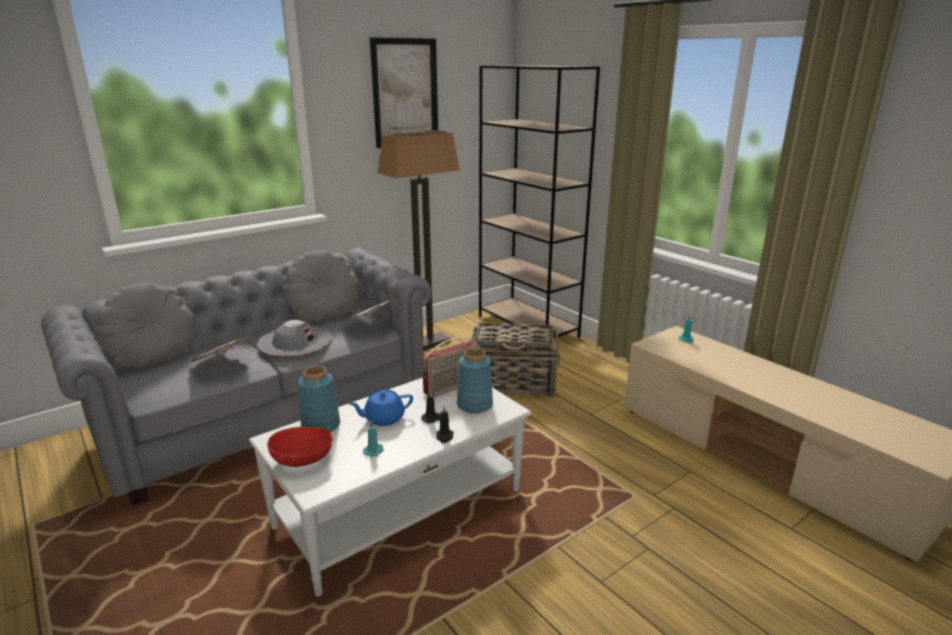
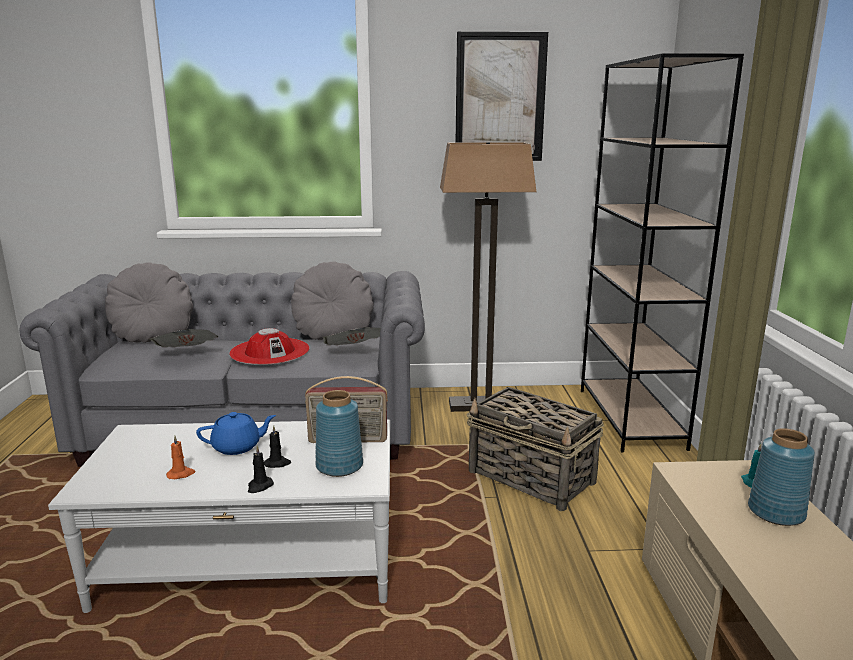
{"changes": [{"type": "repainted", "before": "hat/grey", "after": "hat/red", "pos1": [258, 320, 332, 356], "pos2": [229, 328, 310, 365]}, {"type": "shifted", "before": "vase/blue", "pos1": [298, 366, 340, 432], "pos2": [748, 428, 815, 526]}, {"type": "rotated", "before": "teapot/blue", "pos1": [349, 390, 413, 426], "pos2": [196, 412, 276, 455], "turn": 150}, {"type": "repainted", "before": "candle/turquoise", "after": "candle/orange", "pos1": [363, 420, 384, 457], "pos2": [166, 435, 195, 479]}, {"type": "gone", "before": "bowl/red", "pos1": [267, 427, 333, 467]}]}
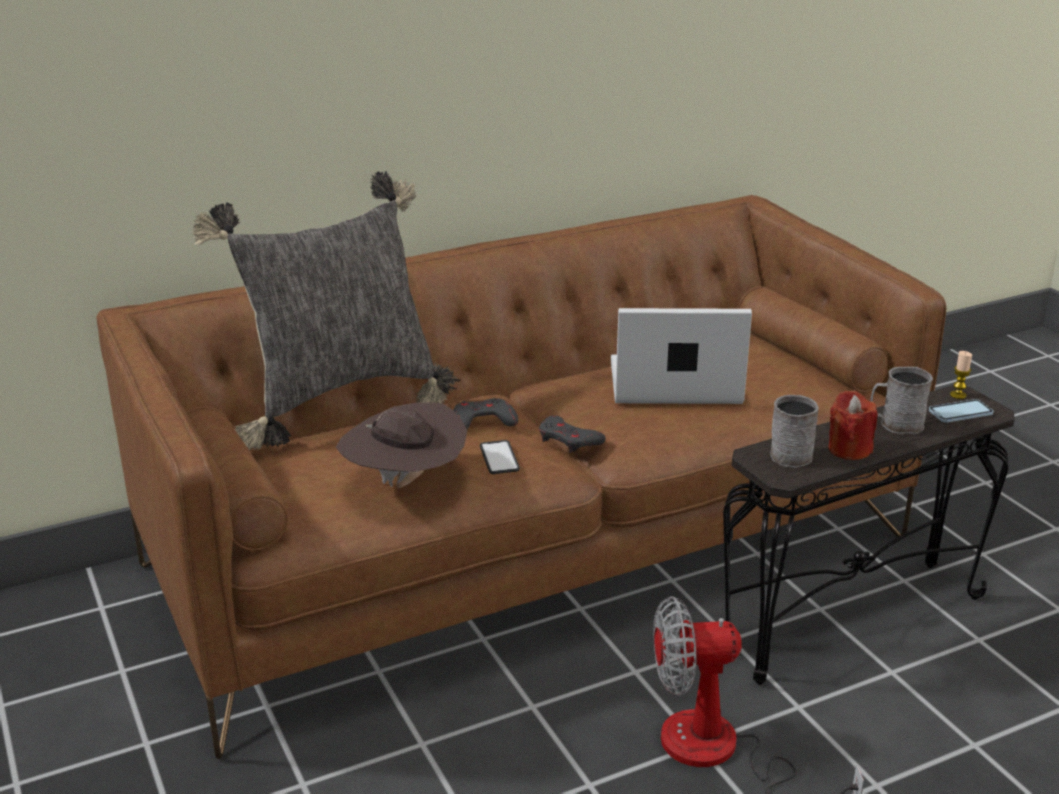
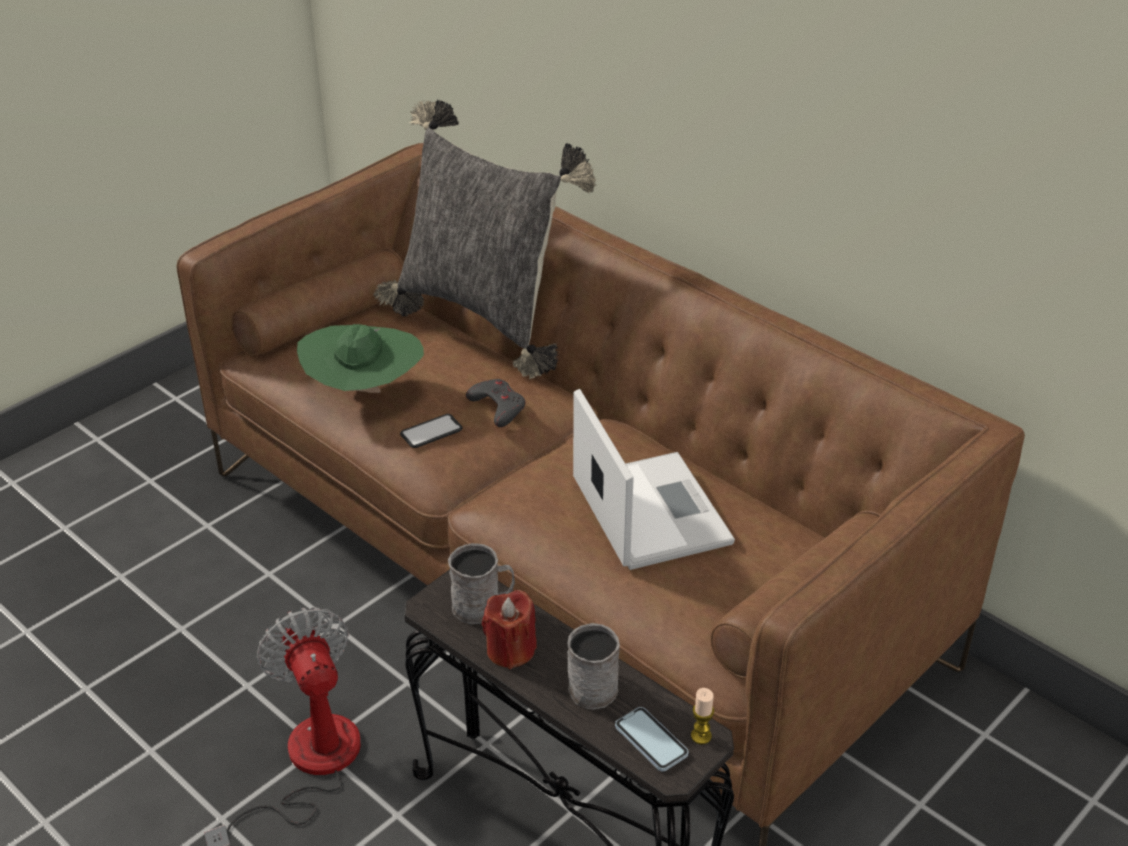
{"changes": [{"type": "repainted", "before": "hat/brown", "after": "hat/green", "pos1": [336, 402, 467, 489], "pos2": [297, 324, 424, 393]}, {"type": "gone", "before": "game controller/grey", "pos1": [539, 415, 606, 453]}]}
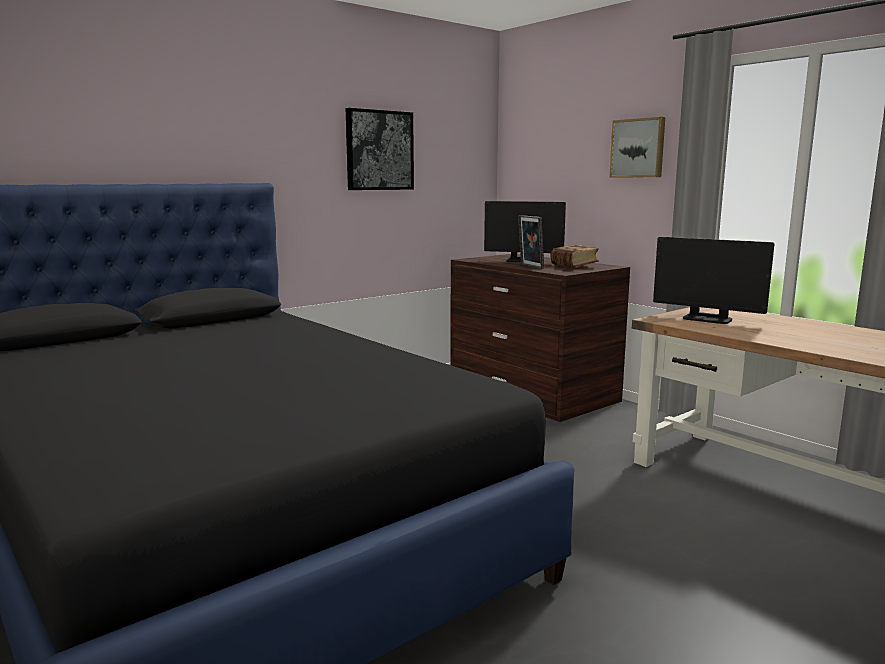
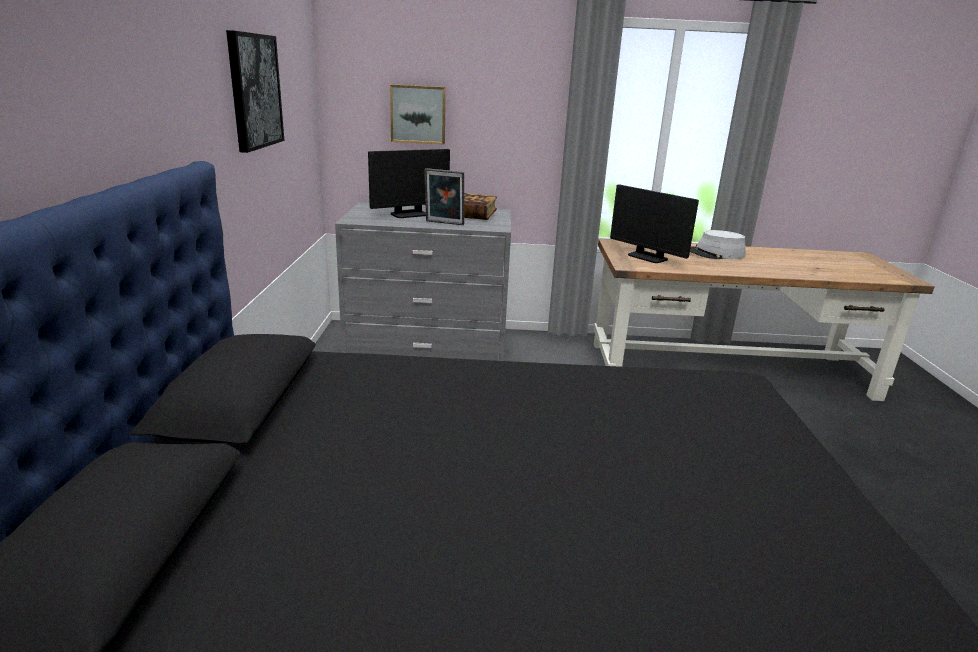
{"changes": [{"type": "shifted", "before": "picture", "pos1": [610, 117, 665, 177], "pos2": [390, 84, 446, 144]}, {"type": "rotated", "before": "monitor", "pos1": [653, 237, 774, 324], "pos2": [610, 184, 699, 263], "turn": 60}, {"type": "repainted", "before": "dresser/brown", "after": "dresser/grey", "pos1": [450, 254, 630, 422], "pos2": [335, 202, 511, 361]}, {"type": "new", "after": "hat/grey", "pos2": [690, 230, 746, 259]}]}
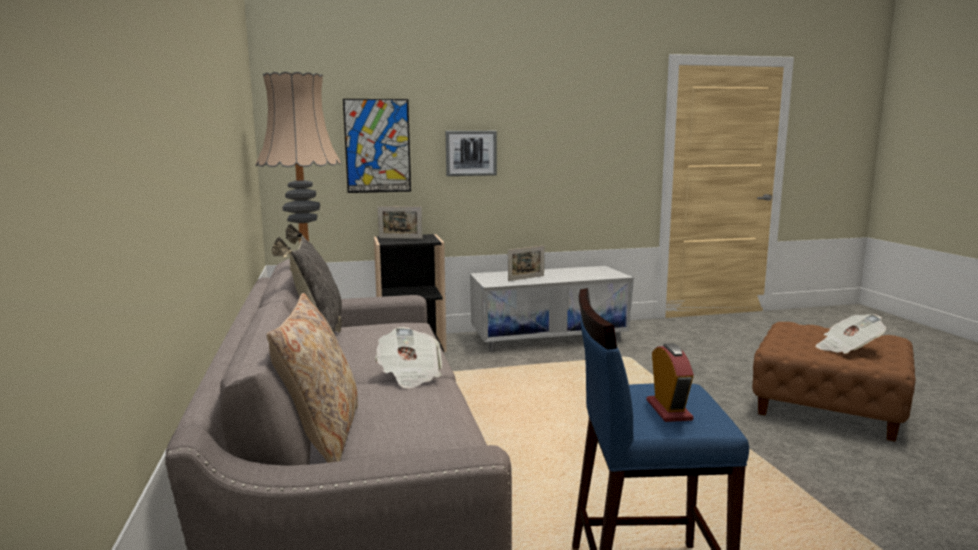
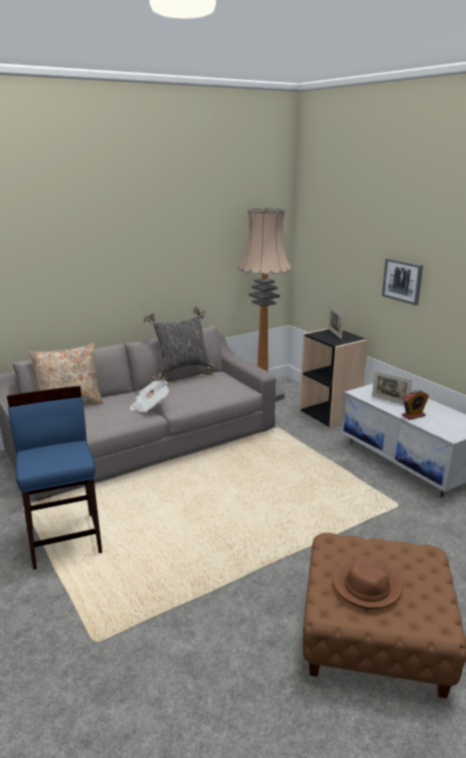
{"changes": [{"type": "gone", "before": "picture", "pos1": [343, 99, 411, 193]}, {"type": "swapped", "before": "newspaper", "after": "hat/brown", "pos1": [815, 314, 886, 354], "pos2": [332, 559, 403, 609]}, {"type": "shifted", "before": "alarm clock", "pos1": [646, 343, 694, 422], "pos2": [402, 390, 429, 420]}]}
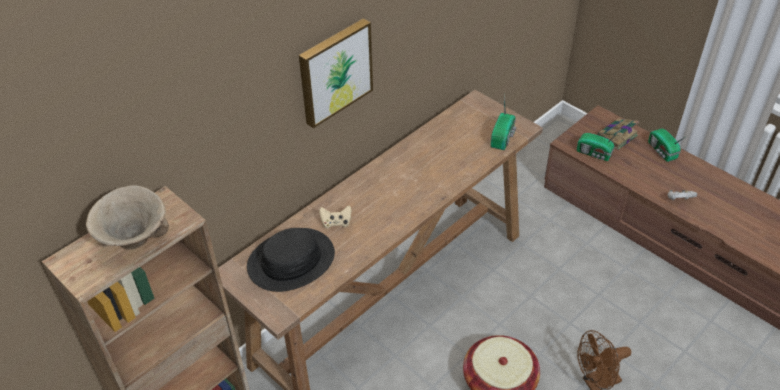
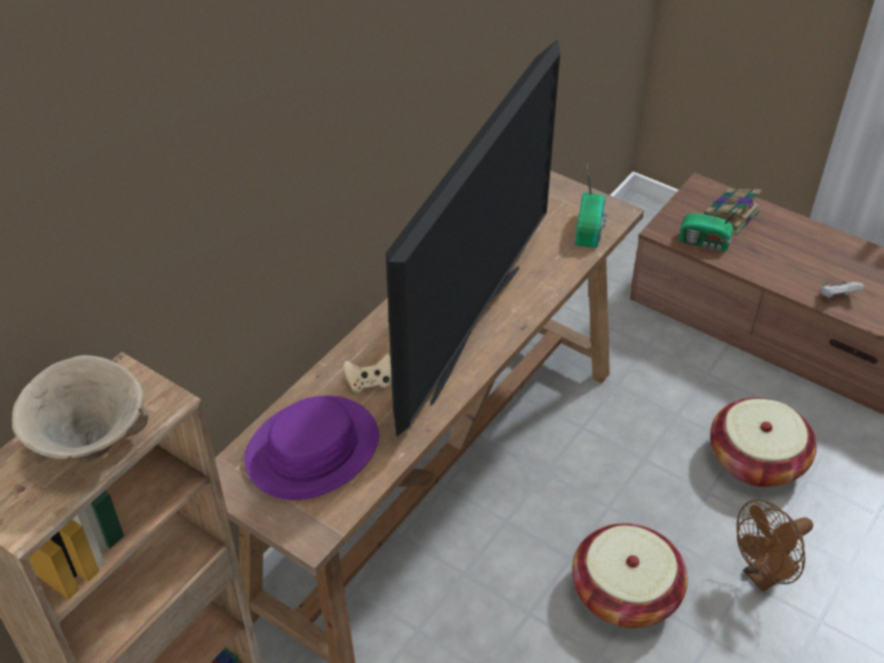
{"changes": [{"type": "gone", "before": "picture", "pos1": [299, 18, 373, 128]}, {"type": "gone", "before": "radio", "pos1": [648, 129, 688, 162]}, {"type": "repainted", "before": "hat/black", "after": "hat/purple", "pos1": [247, 228, 335, 292], "pos2": [244, 396, 379, 500]}, {"type": "new", "after": "television", "pos2": [386, 39, 560, 437]}, {"type": "new", "after": "basket", "pos2": [710, 398, 817, 487]}]}
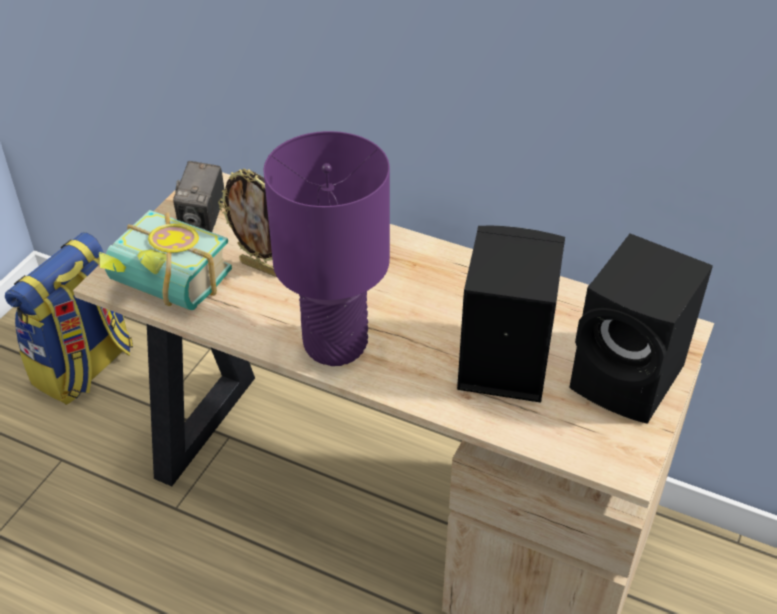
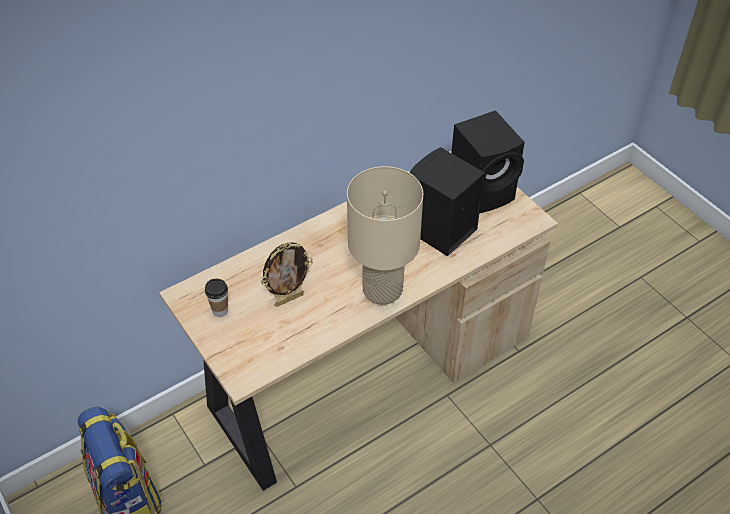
{"changes": [{"type": "repainted", "before": "table lamp/purple", "after": "table lamp/beige", "pos1": [263, 131, 390, 366], "pos2": [347, 166, 423, 305]}, {"type": "swapped", "before": "photo camera", "after": "cup", "pos1": [173, 161, 224, 232], "pos2": [205, 279, 228, 317]}, {"type": "gone", "before": "book", "pos1": [99, 210, 232, 310]}]}
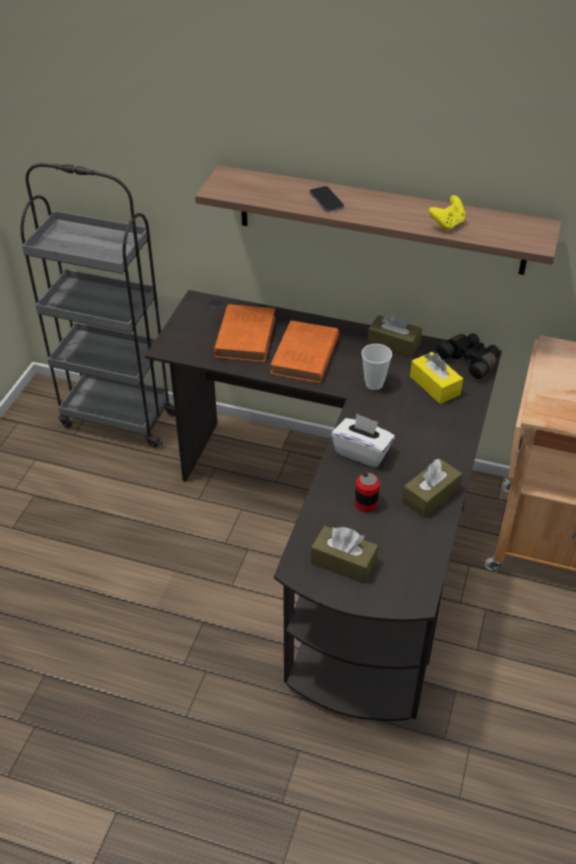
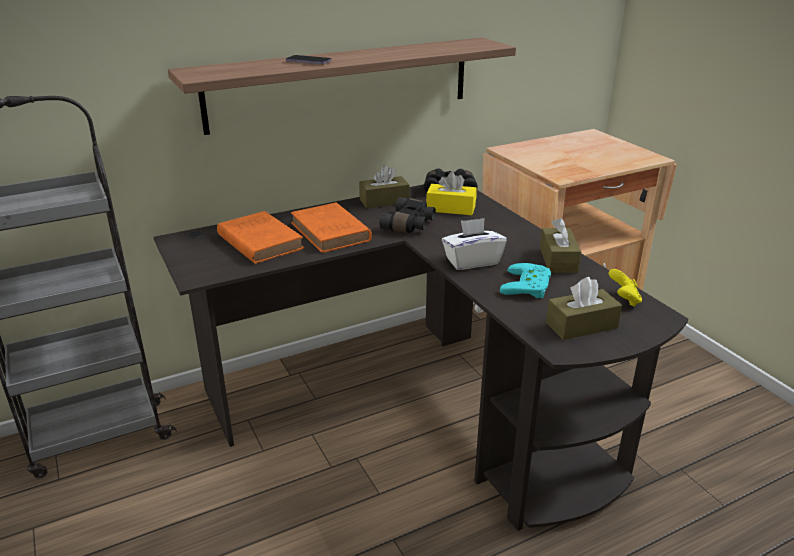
{"changes": [{"type": "shifted", "before": "game controller/yellow", "pos1": [428, 195, 466, 231], "pos2": [608, 269, 642, 307]}, {"type": "swapped", "before": "cup", "after": "binoculars/black", "pos1": [361, 344, 392, 390], "pos2": [379, 197, 436, 233]}, {"type": "swapped", "before": "can", "after": "game controller/turquoise", "pos1": [355, 473, 380, 512], "pos2": [500, 263, 551, 299]}]}
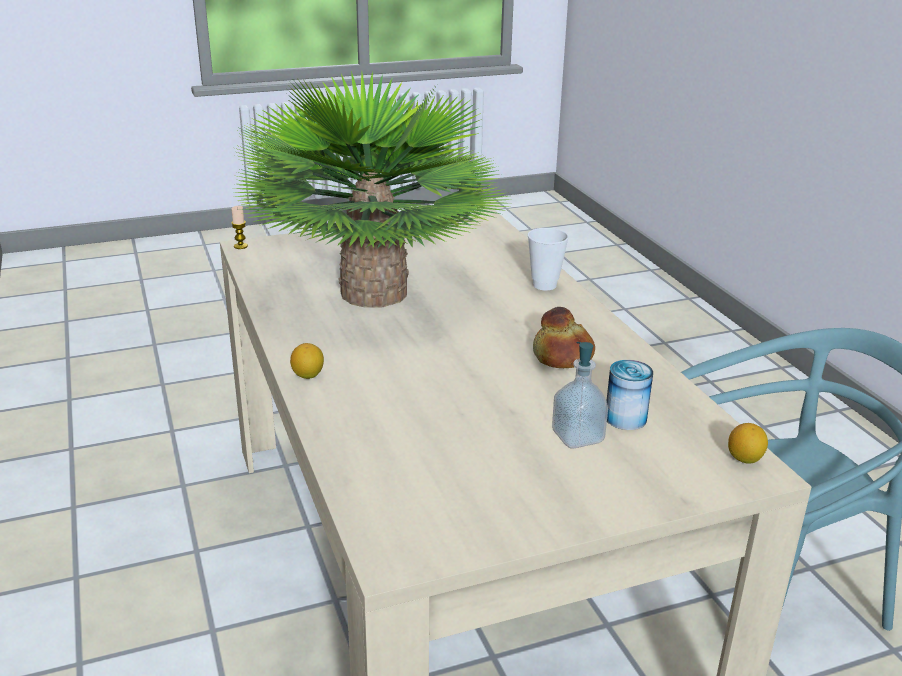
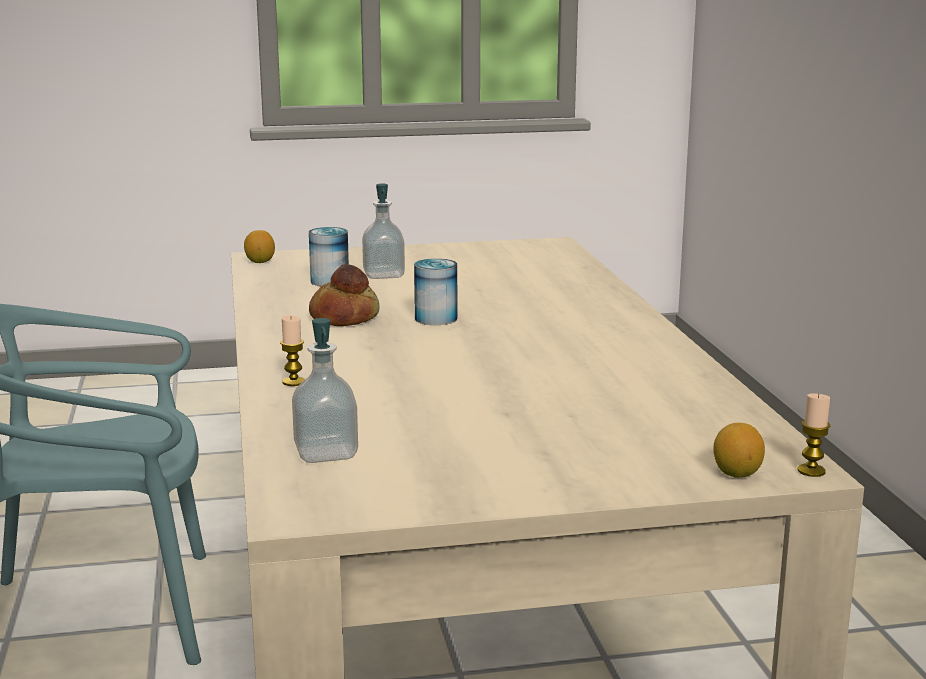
{"changes": [{"type": "gone", "before": "potted plant", "pos1": [232, 71, 513, 308]}, {"type": "swapped", "before": "cup", "after": "candle", "pos1": [528, 228, 569, 290], "pos2": [280, 315, 305, 386]}, {"type": "shifted", "before": "lemon", "pos1": [290, 343, 324, 379], "pos2": [713, 423, 765, 478]}, {"type": "new", "after": "can", "pos2": [414, 258, 457, 325]}, {"type": "new", "after": "soap dispenser", "pos2": [292, 318, 358, 463]}]}
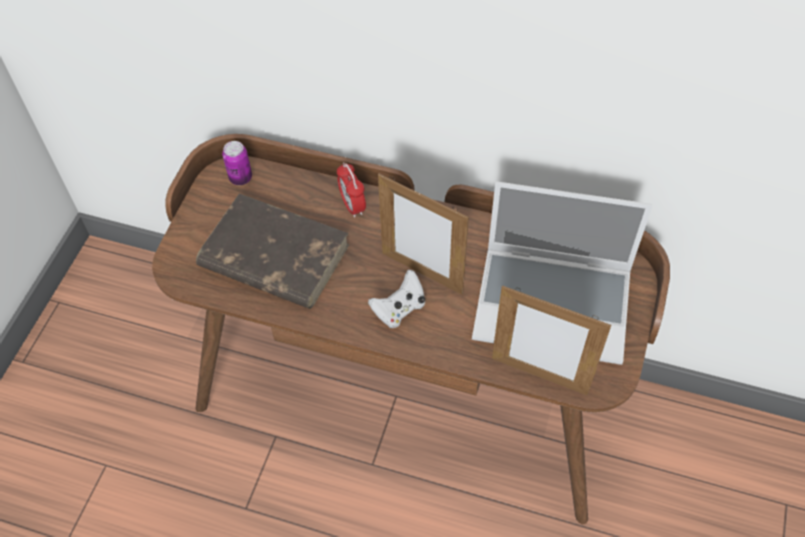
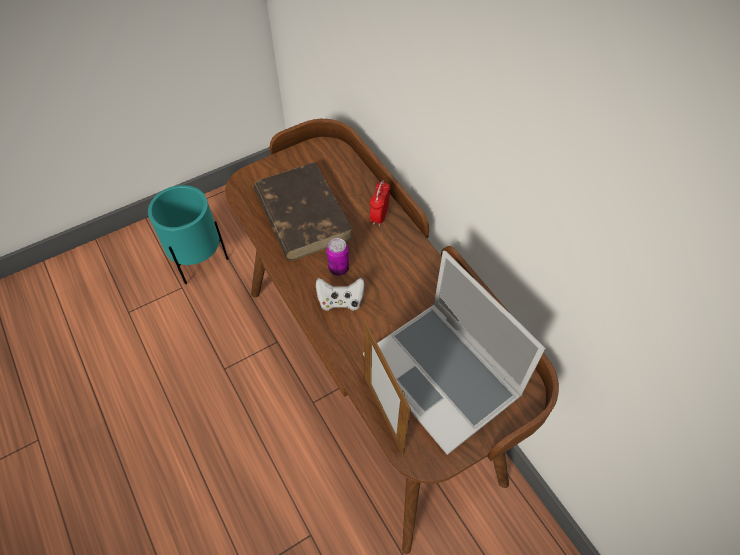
{"changes": [{"type": "shifted", "before": "can", "pos1": [222, 141, 252, 185], "pos2": [327, 238, 349, 276]}, {"type": "gone", "before": "picture frame", "pos1": [378, 174, 469, 295]}, {"type": "new", "after": "planter/turquoise", "pos2": [148, 185, 228, 284]}]}
